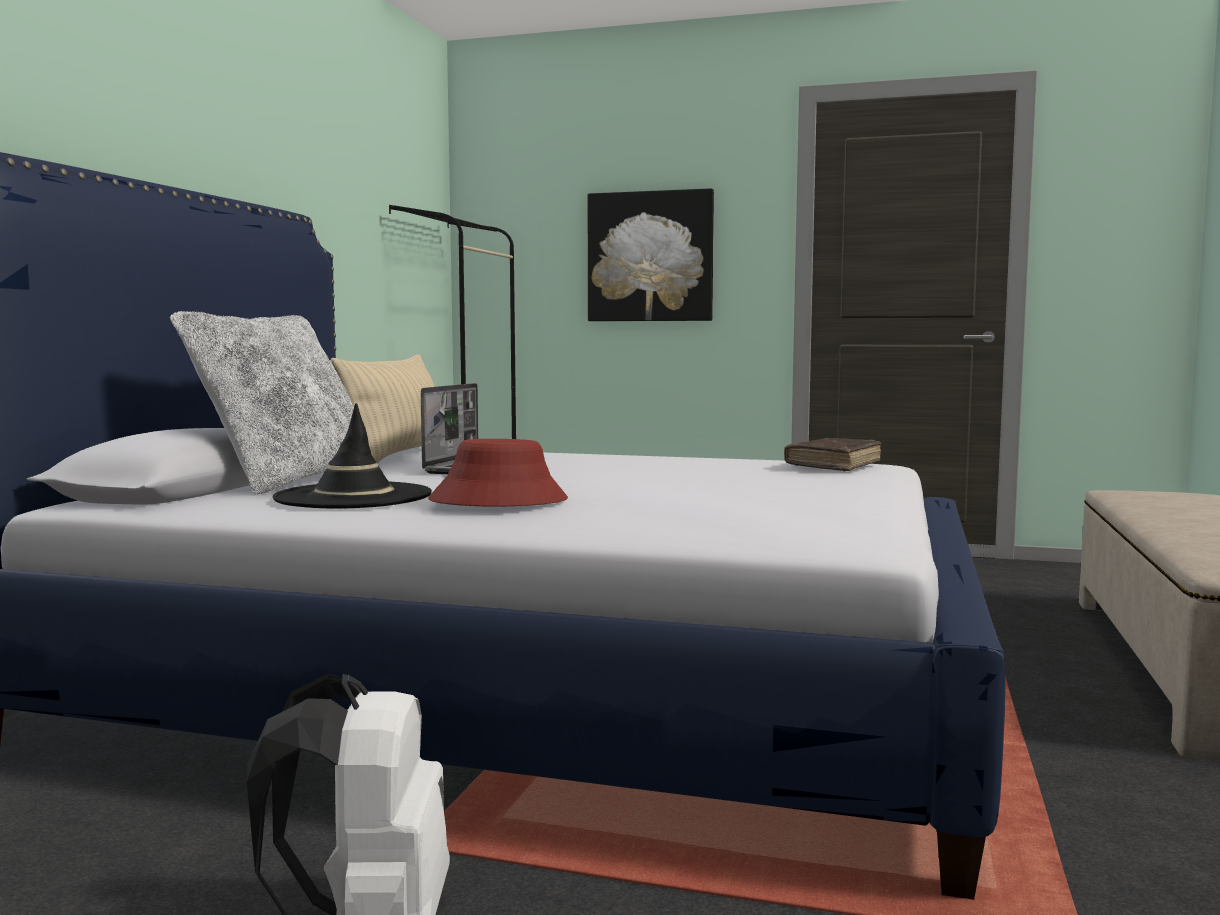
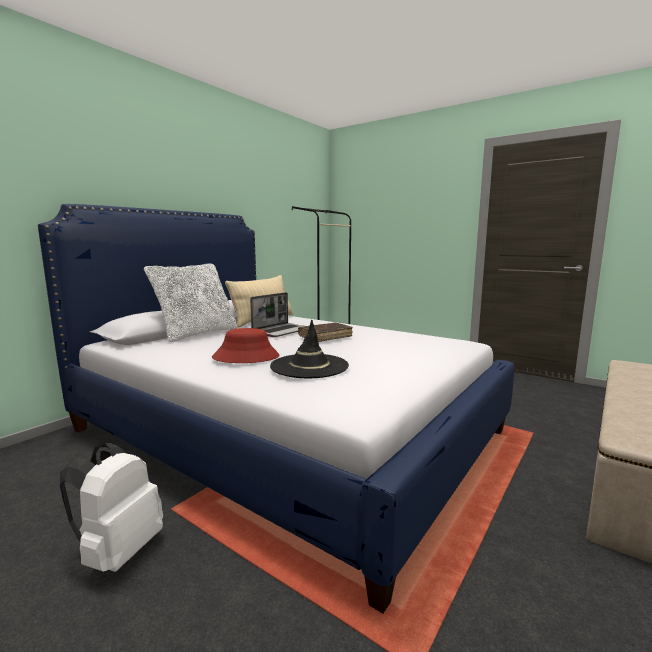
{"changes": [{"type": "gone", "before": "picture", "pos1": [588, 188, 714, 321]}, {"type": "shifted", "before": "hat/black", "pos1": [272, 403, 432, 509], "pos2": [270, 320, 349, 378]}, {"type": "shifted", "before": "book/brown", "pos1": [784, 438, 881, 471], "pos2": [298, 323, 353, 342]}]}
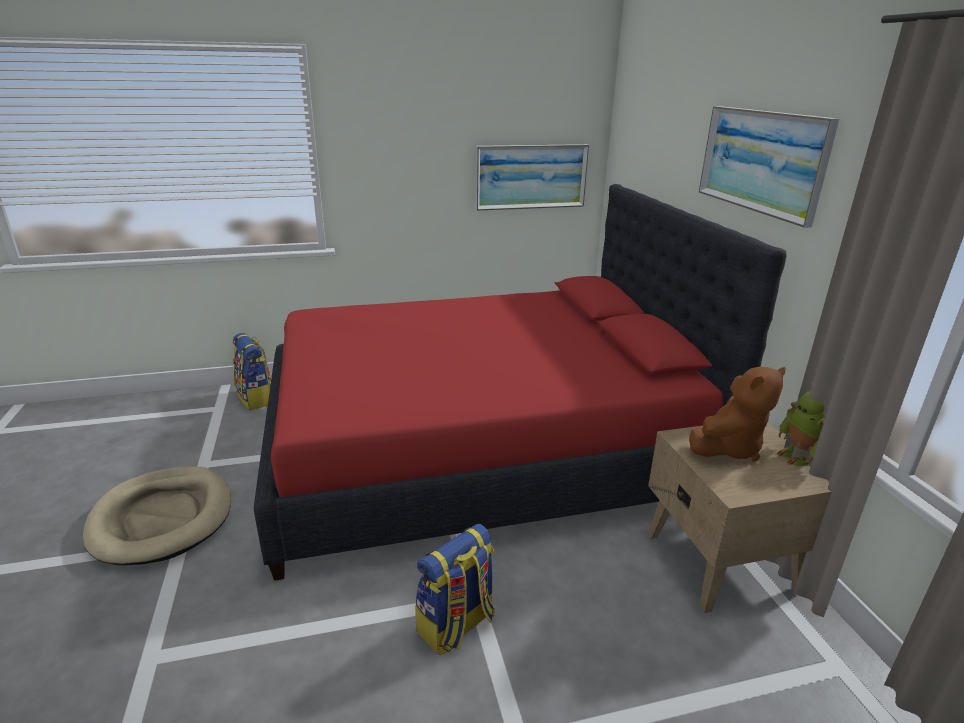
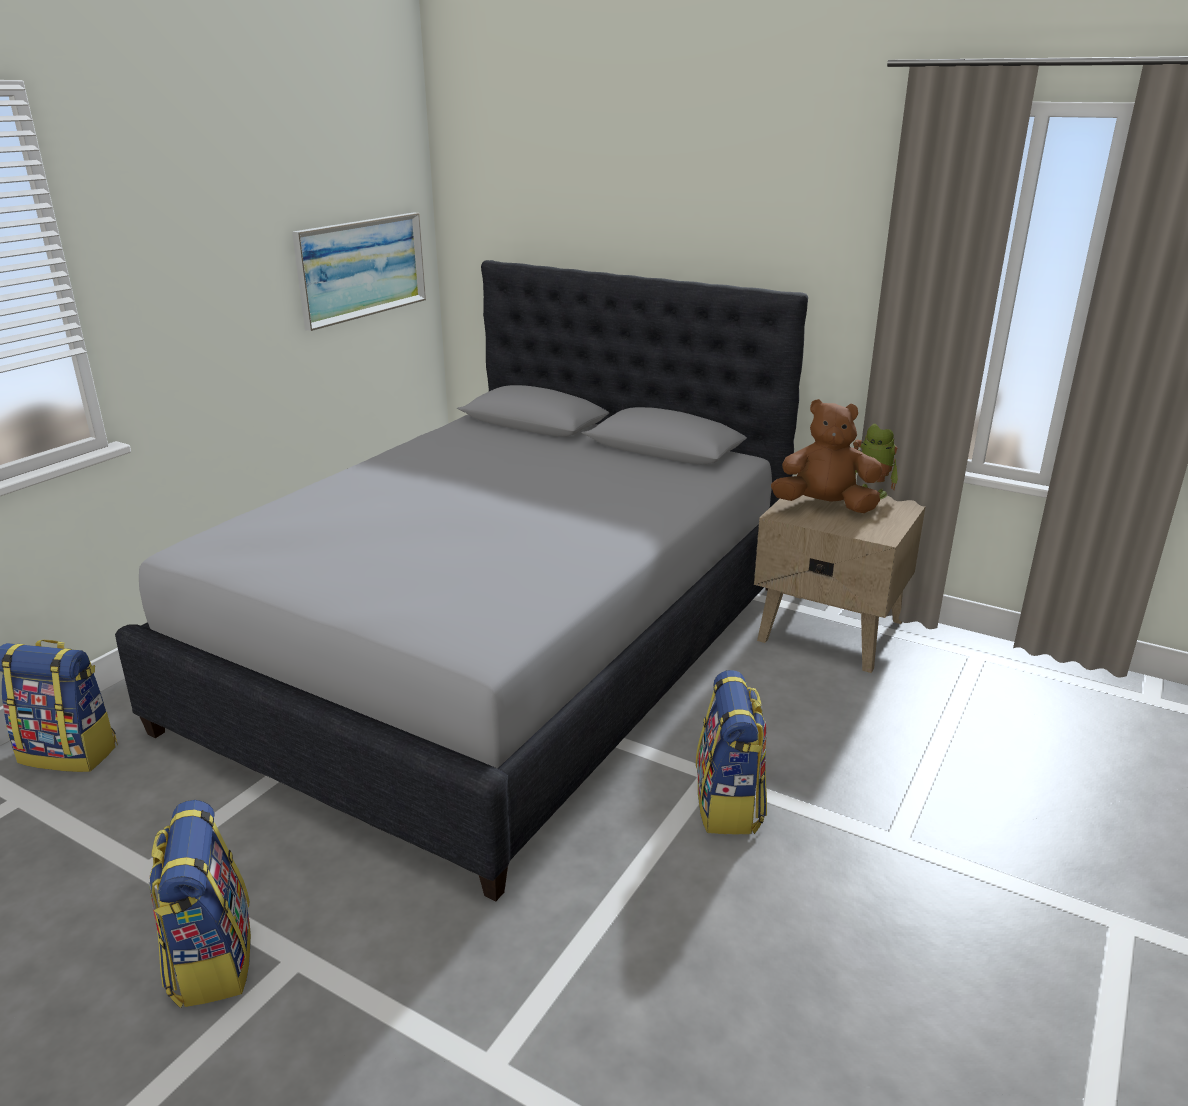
{"changes": [{"type": "gone", "before": "picture", "pos1": [699, 106, 839, 228]}, {"type": "repainted", "before": "bed/red", "after": "bed/grey", "pos1": [254, 184, 786, 581], "pos2": [115, 260, 808, 901]}, {"type": "rotated", "before": "plush toy/brown", "pos1": [689, 367, 786, 461], "pos2": [771, 399, 882, 513], "turn": -90}, {"type": "swapped", "before": "dog bed/beige", "after": "backpack", "pos1": [83, 466, 231, 565], "pos2": [149, 800, 251, 1008]}]}
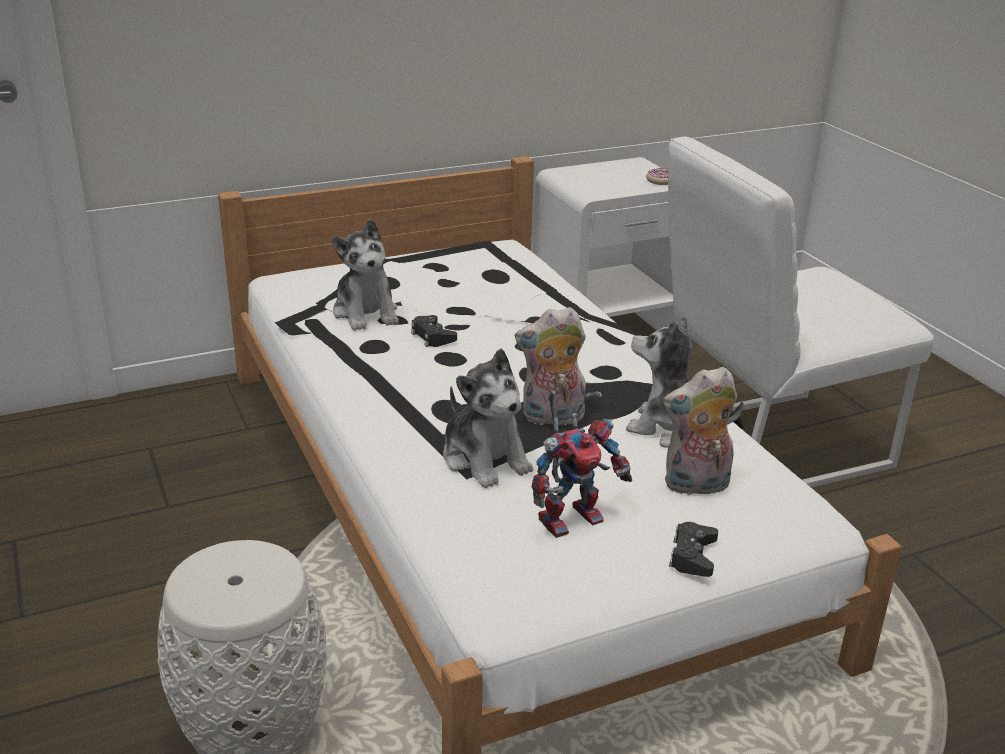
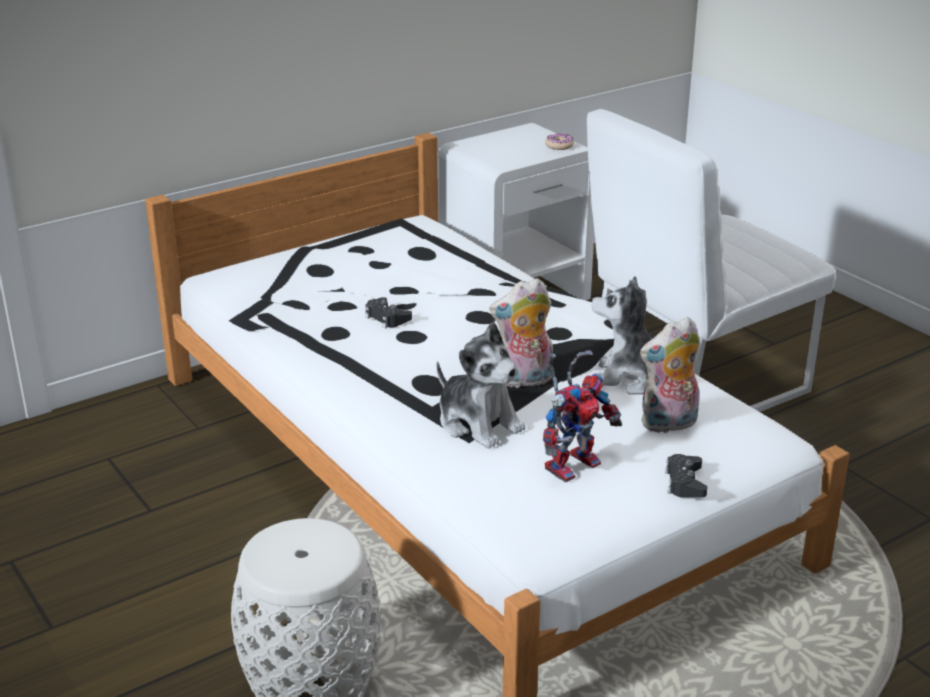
{"changes": [{"type": "gone", "before": "plush toy", "pos1": [332, 219, 399, 331]}]}
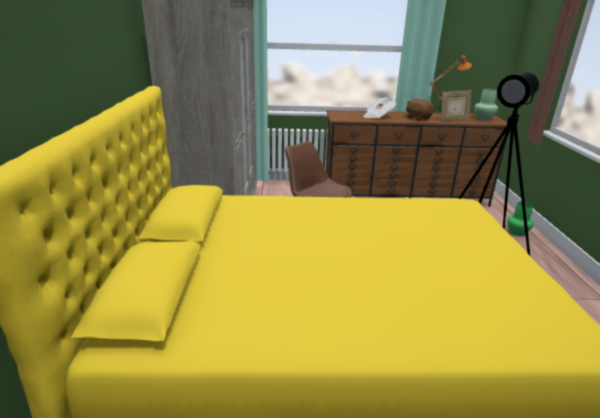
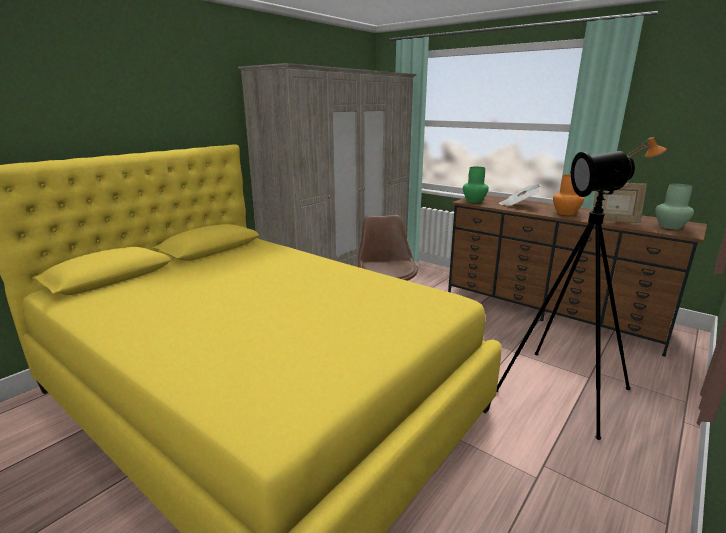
{"changes": [{"type": "swapped", "before": "plush toy/brown", "after": "vase/orange", "pos1": [406, 99, 434, 121], "pos2": [553, 175, 584, 215]}, {"type": "shifted", "before": "vase/green", "pos1": [507, 202, 534, 236], "pos2": [463, 167, 489, 203]}]}
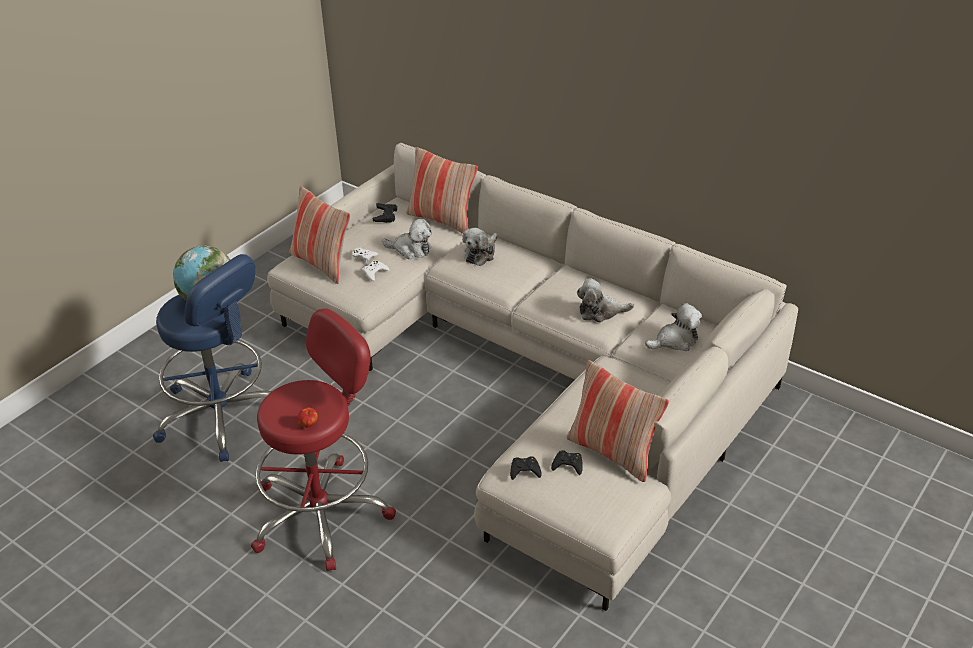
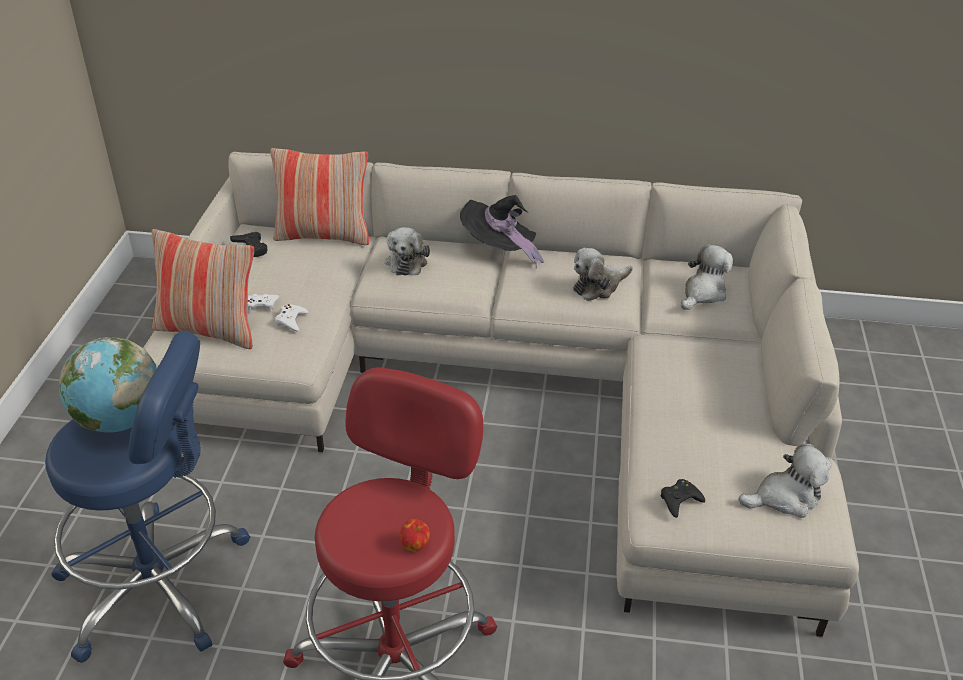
{"changes": [{"type": "shifted", "before": "plush toy", "pos1": [382, 219, 432, 259], "pos2": [738, 444, 832, 518]}, {"type": "gone", "before": "pillow", "pos1": [567, 360, 669, 482]}, {"type": "gone", "before": "game controller/black", "pos1": [551, 450, 583, 475]}, {"type": "new", "after": "hat/black", "pos2": [460, 195, 544, 268]}]}
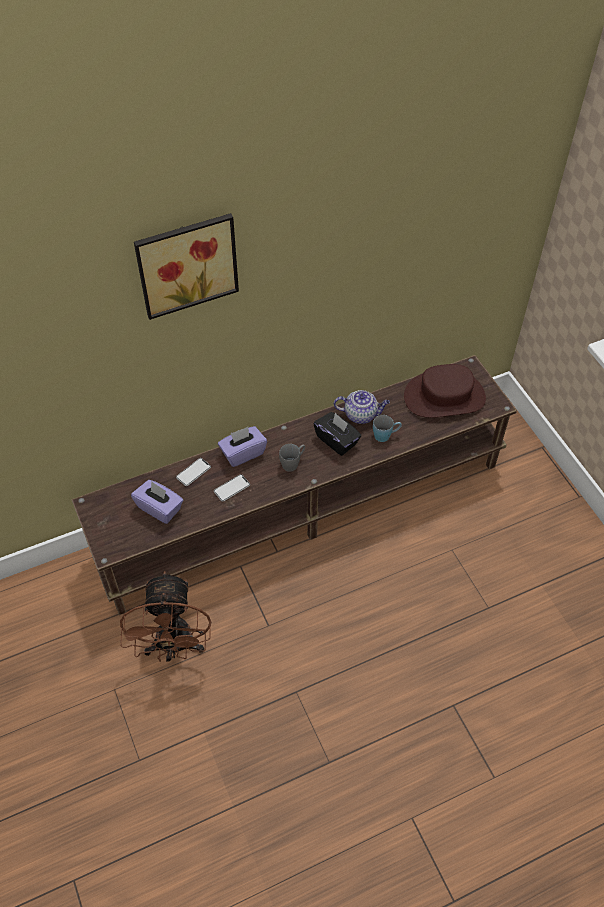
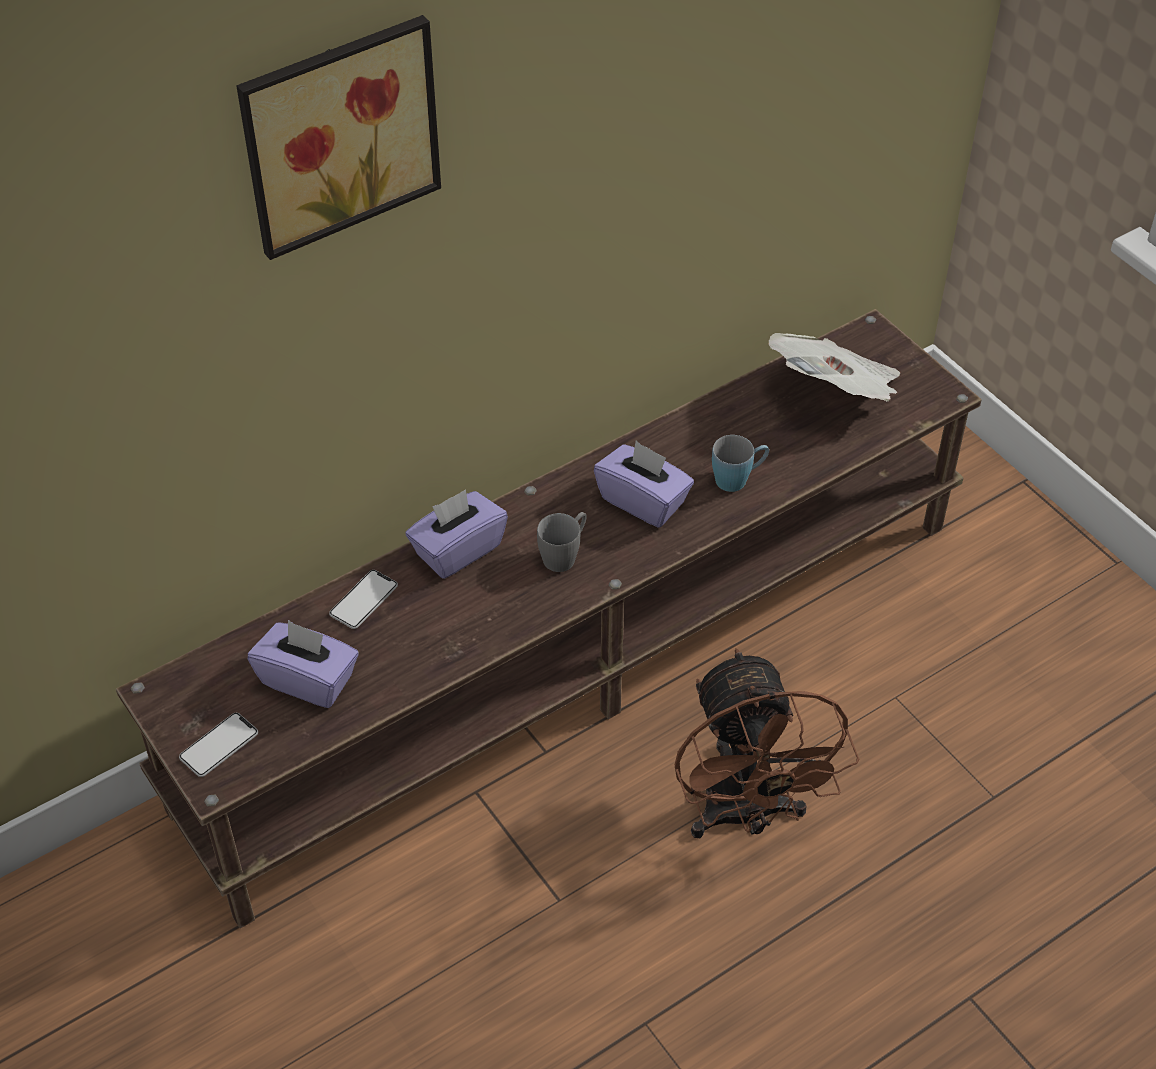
{"changes": [{"type": "swapped", "before": "hat/brown", "after": "newspaper", "pos1": [404, 364, 486, 418], "pos2": [769, 333, 901, 401]}, {"type": "gone", "before": "teapot", "pos1": [334, 390, 390, 424]}, {"type": "repainted", "before": "tissue box/black", "after": "tissue box/purple", "pos1": [314, 412, 361, 456], "pos2": [594, 440, 694, 528]}, {"type": "shifted", "before": "phone", "pos1": [214, 474, 250, 502], "pos2": [179, 713, 258, 777]}, {"type": "shifted", "before": "fan/brown", "pos1": [120, 571, 211, 662], "pos2": [675, 649, 859, 838]}]}
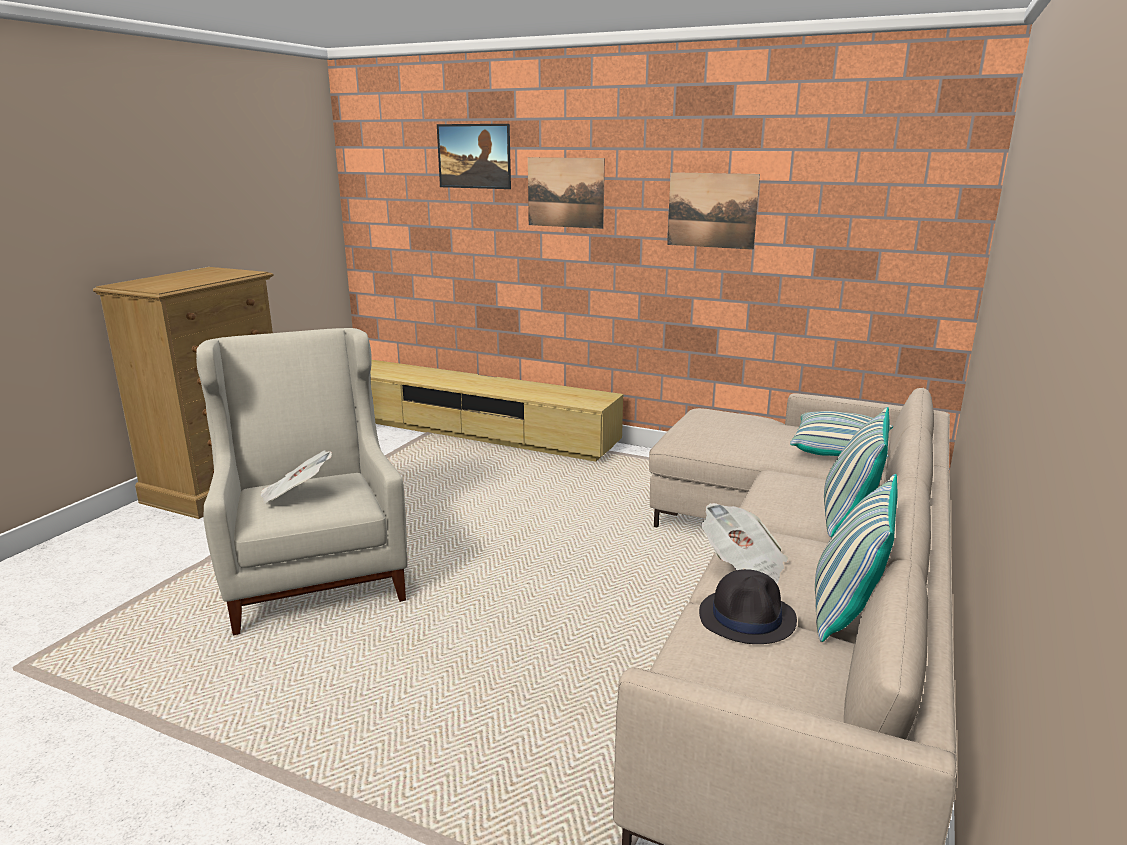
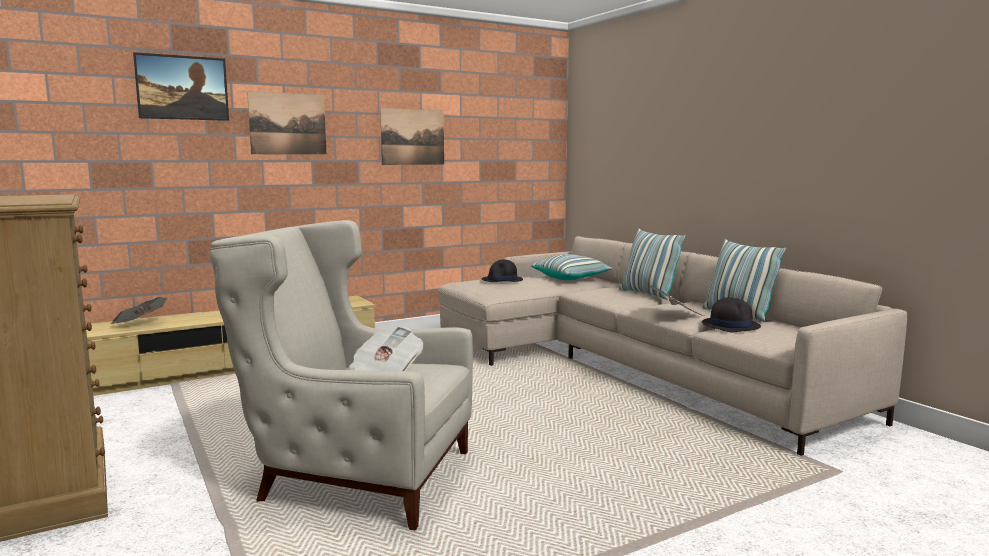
{"changes": [{"type": "new", "after": "hat/black", "pos2": [482, 260, 523, 282]}, {"type": "new", "after": "newspaper", "pos2": [111, 297, 168, 324]}]}
